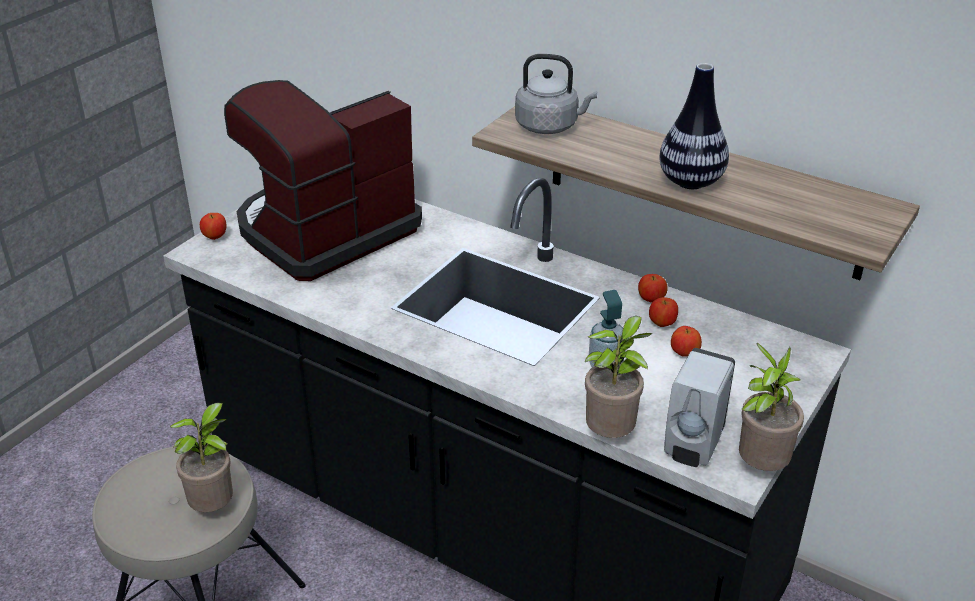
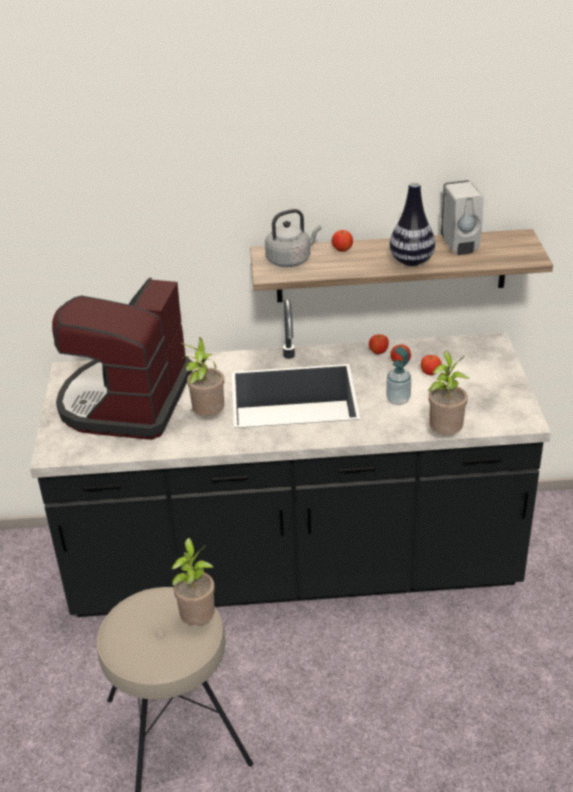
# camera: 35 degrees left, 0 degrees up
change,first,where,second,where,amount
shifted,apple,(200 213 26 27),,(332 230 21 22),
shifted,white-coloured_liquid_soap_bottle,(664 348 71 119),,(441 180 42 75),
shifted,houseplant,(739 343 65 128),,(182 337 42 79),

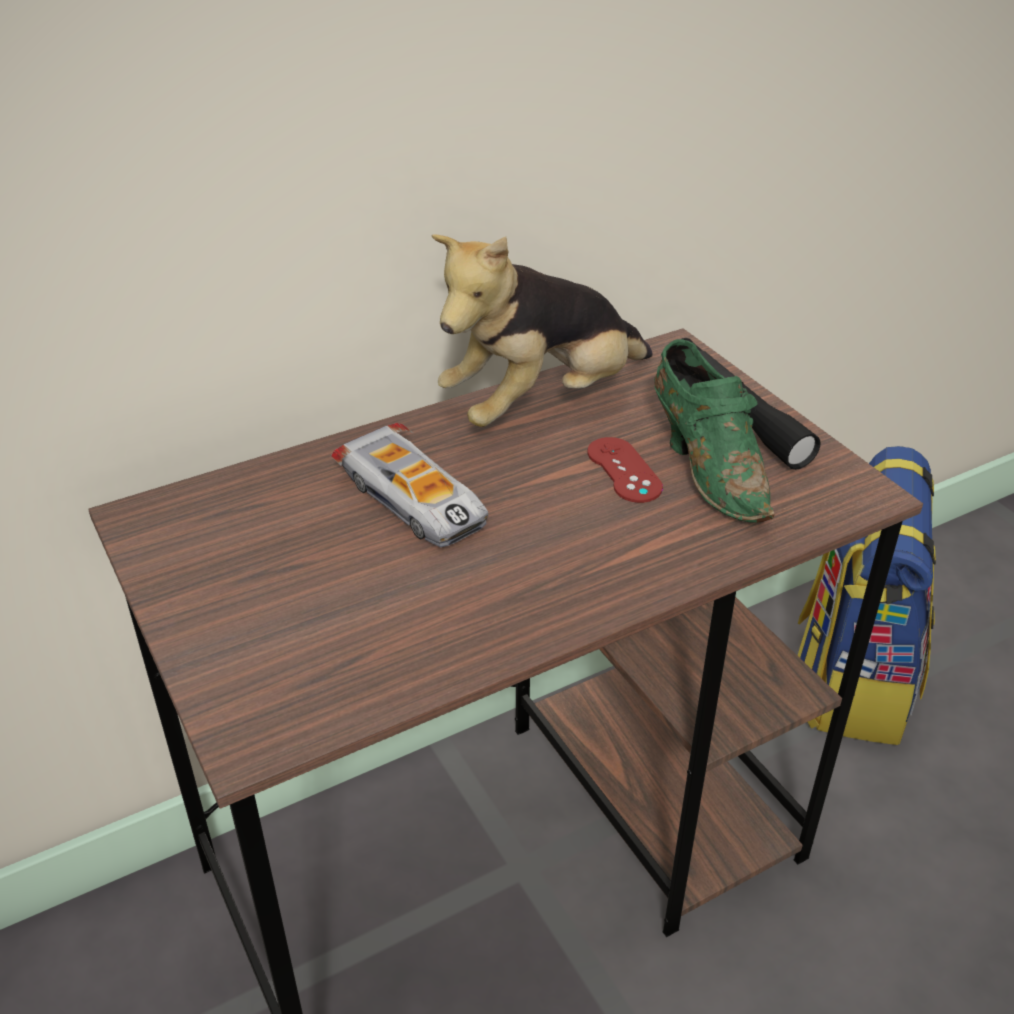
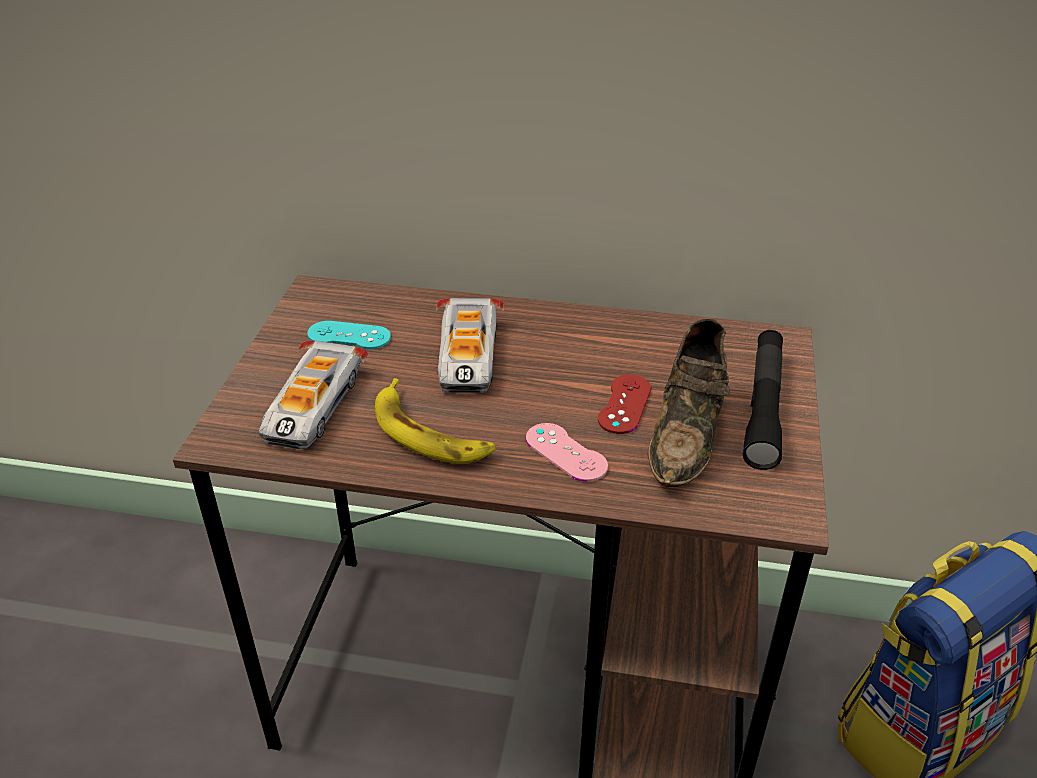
# camera: 40 degrees right, 0 degrees up
change,first,where,second,where,amount
gone,plush_toy,(432 234 220 193),,,
new,,,miniature_car,(259 341 109 108),
new,,,blue-green_game_controller,(307 321 84 28),
new,,,whole_banana,(375 378 121 86),
new,,,pinkish_game_controller,(526 423 82 59),
repainted,green-coloured_shoe,(654 339 121 184),brown_shoe,(647 319 83 168),

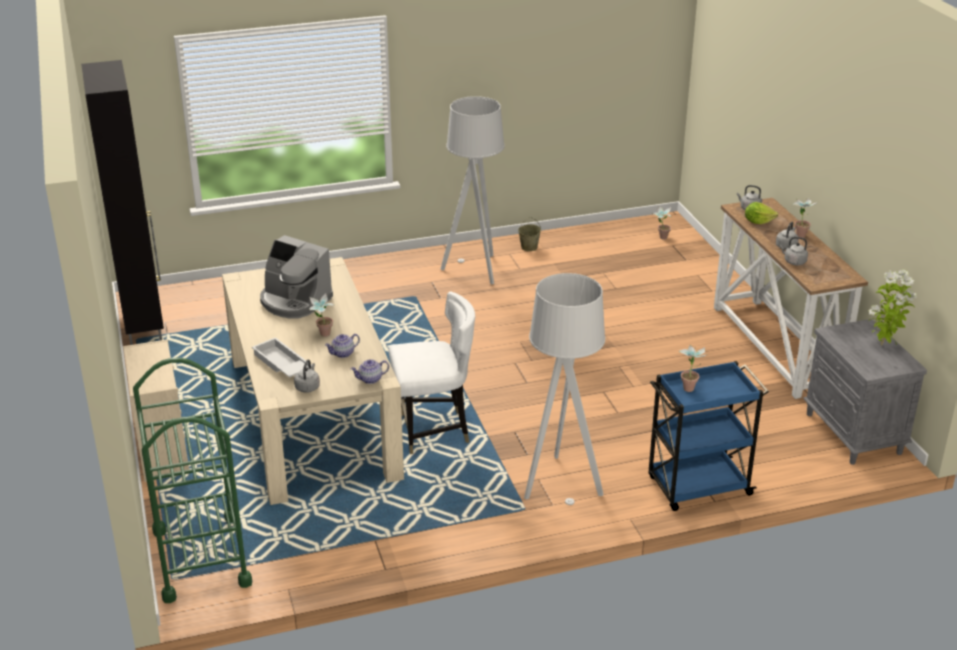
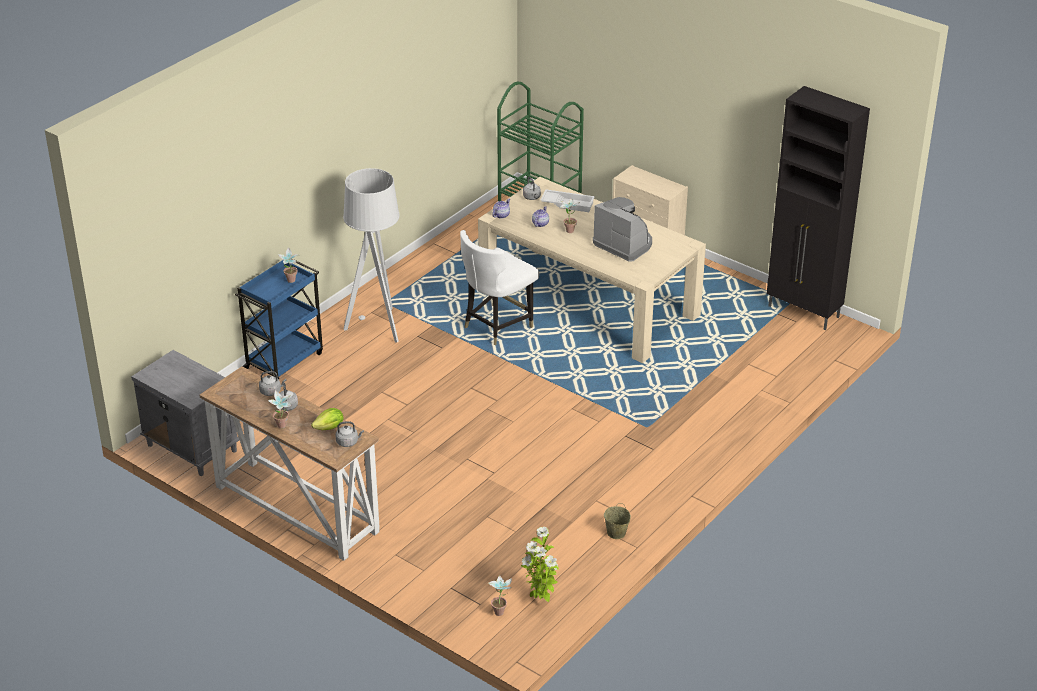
# camera: 145 degrees right, 5 degrees up
change,first,where,second,where,amount
gone,gray_standard_lamp,(441 96 63 189),,,
shifted,houseplant,(868 269 48 77),,(521 527 38 75),
rotated,coffee_maker,(260 235 73 84),,(593 197 59 64),45 degrees clockwise

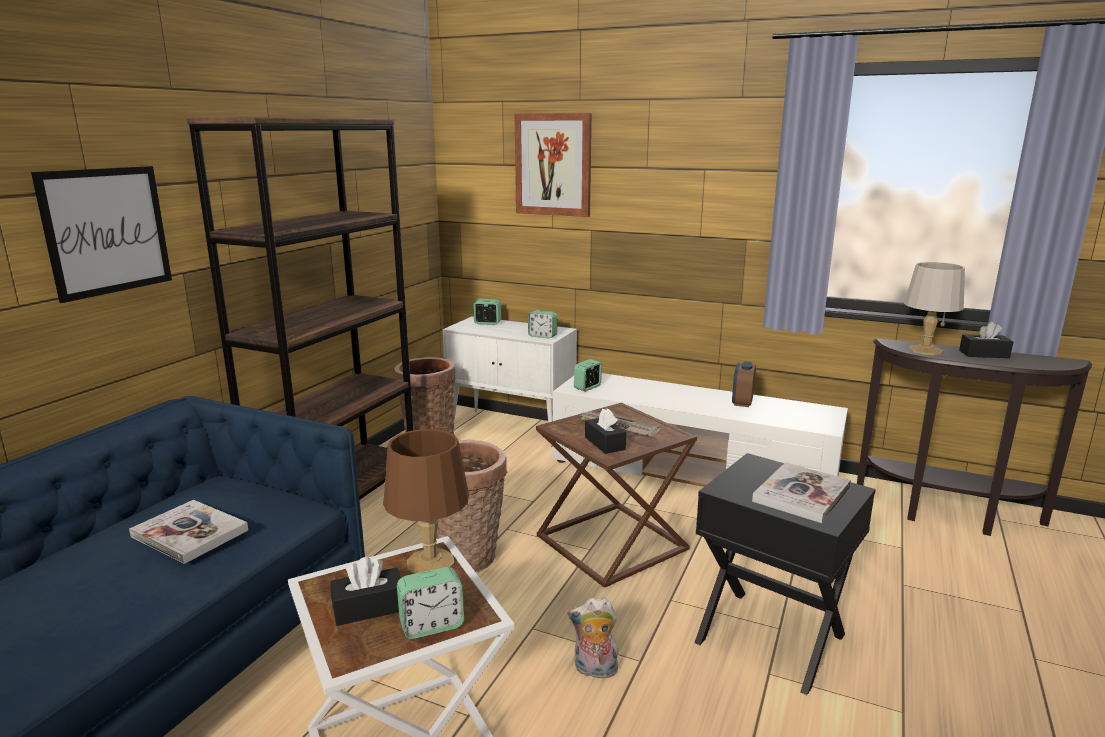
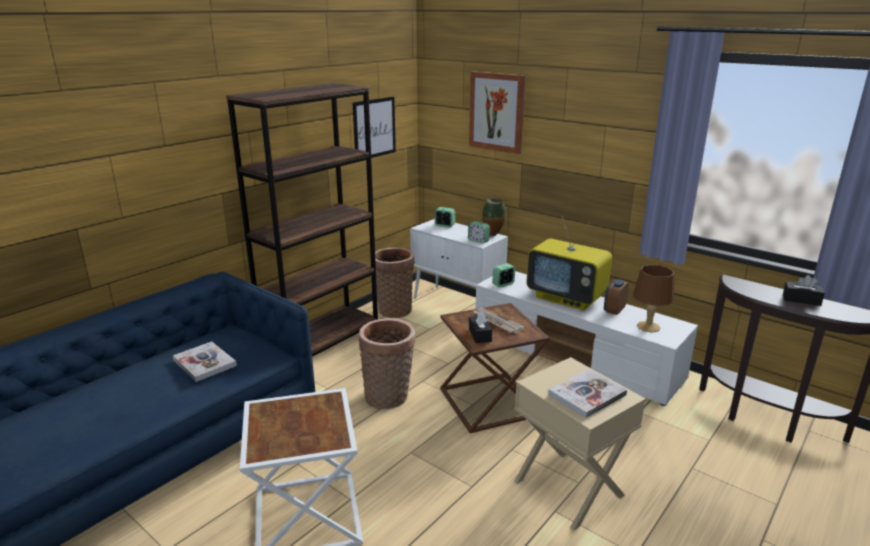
# camera: 15 degrees right, 5 degrees up
change,first,where,second,where,amount
gone,blackish_tissue_holder,(330 557 71 69),,,
gone,table_clock,(397 567 67 72),,,
gone,plush_toy,(568 598 50 81),,,
gone,gray_lamp_for_a_table,(904 262 61 93),,,
new,,,decorative_vase,(482 198 24 38),
new,,,TV,(526 216 86 94),
shifted,picture,(31 166 141 137),,(353 97 43 61),
shifted,brown_lamp_for_a_table,(383 429 86 145),,(633 265 41 67),
repainted,blackish_side_table,(694 453 182 242),beige-coloured_side_table,(514 357 132 174),

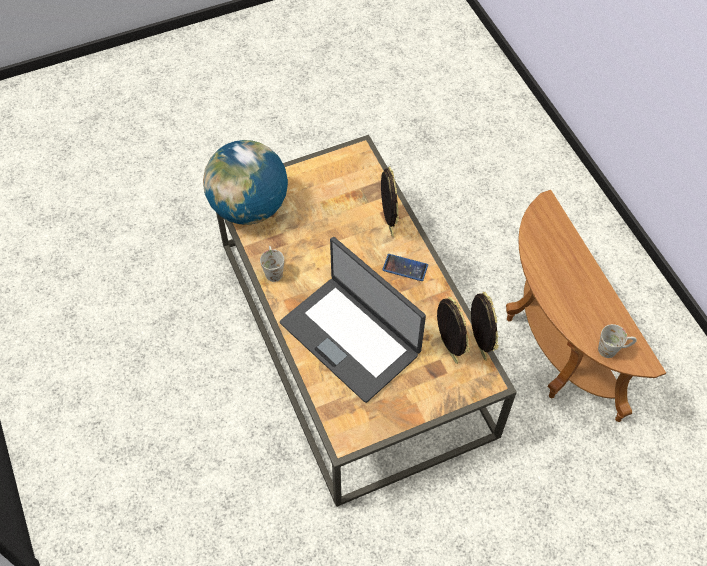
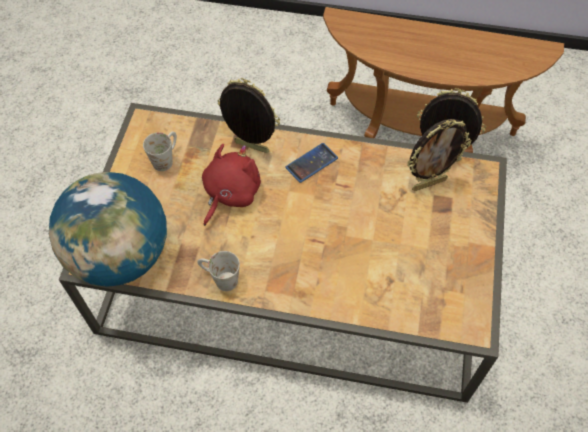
# camera: 55 degrees left, 0 degrees up
change,first,where,second,where,amount
gone,portable_computer,(280 237 146 166),,,
new,,,reddish_plush_toy,(202 144 59 82),
shifted,white-coloured_coffee_mug,(598 324 39 34),,(143 131 34 40),
rotated,photo_frame,(437 297 33 67),,(407 119 65 72),150 degrees clockwise

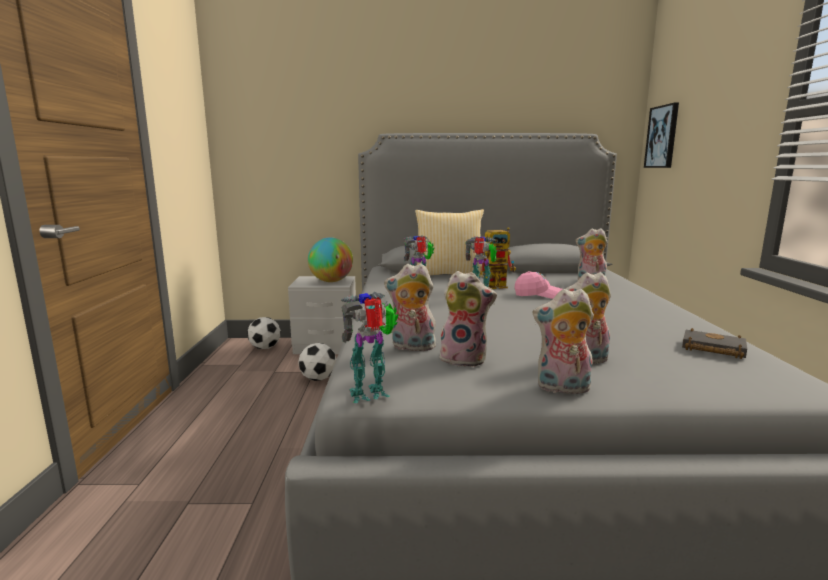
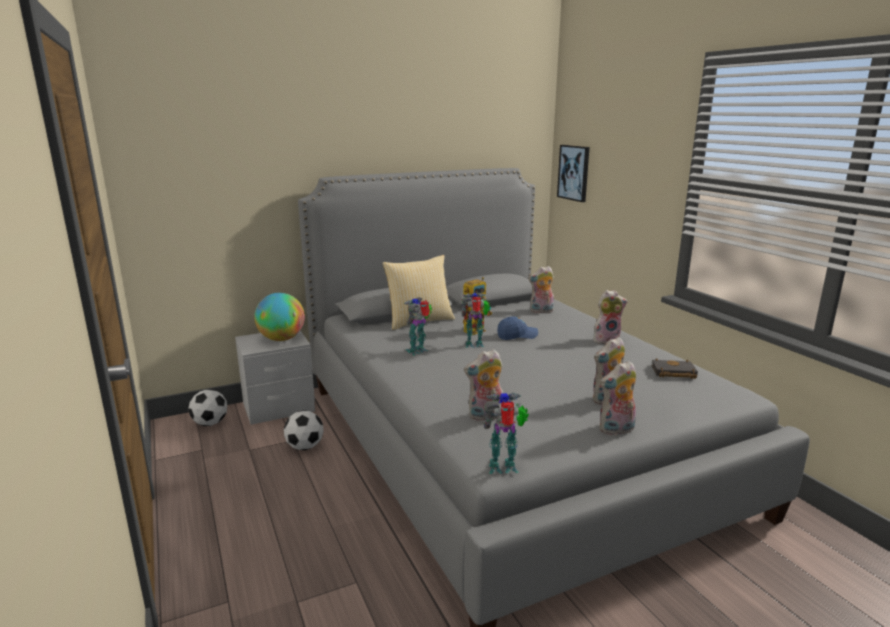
# camera: 25 degrees left, 5 degrees up
change,first,where,second,where,amount
shifted,plush_toy,(439 271 58 96),,(593 290 35 54),
repainted,pinkish_baseball_cap,(515 271 48 28),bluish_baseball_cap,(497 316 41 24),
rotated,robot_figure,(340 292 58 111),,(484 393 45 81),45 degrees clockwise

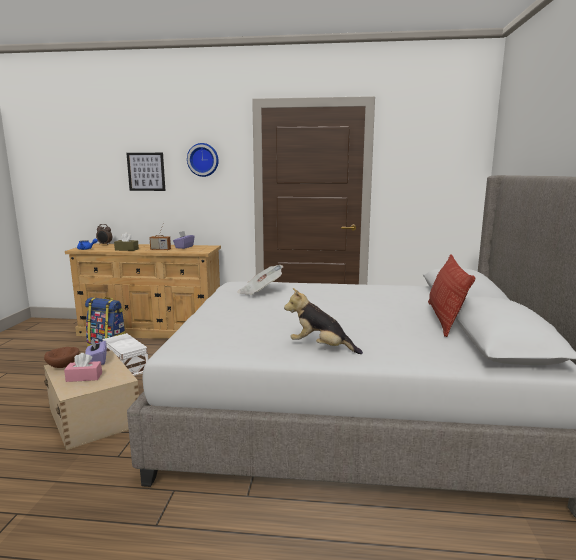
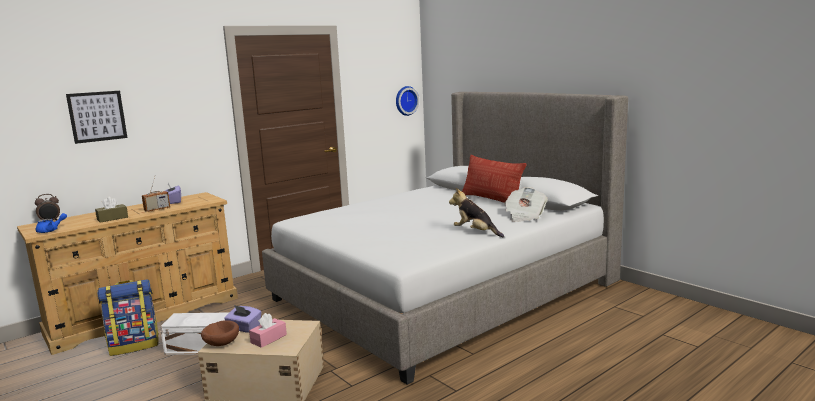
# camera: 45 degrees left, 0 degrees up
change,first,where,second,where,amount
shifted,wall_clock,(187 143 32 34),,(396 86 23 30),
shifted,printed_paper,(237 265 46 30),,(504 187 44 35),
rotated,plush_toy,(284 288 79 66),,(449 188 55 49),60 degrees clockwise

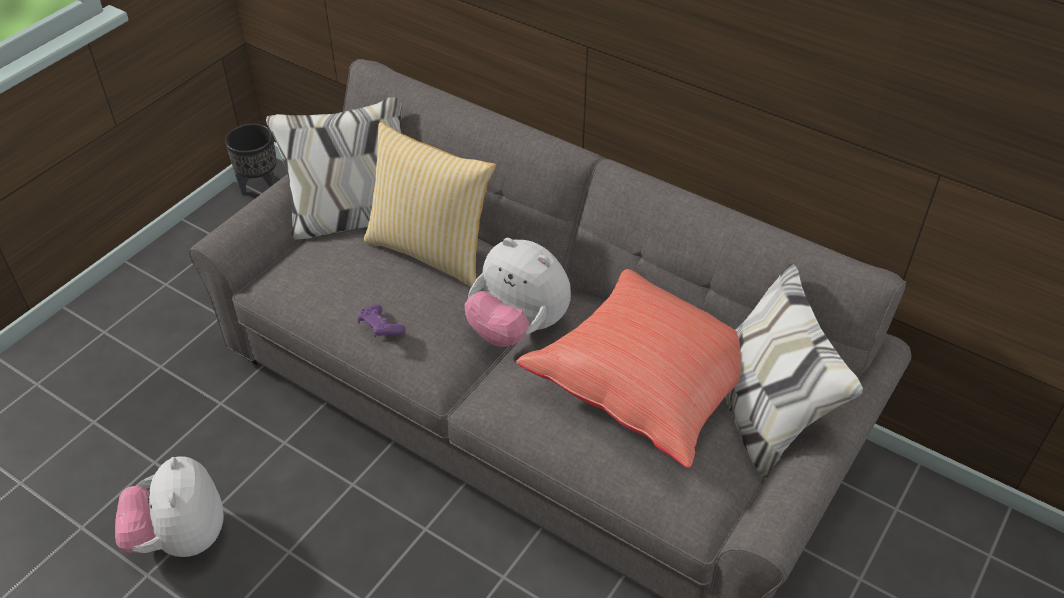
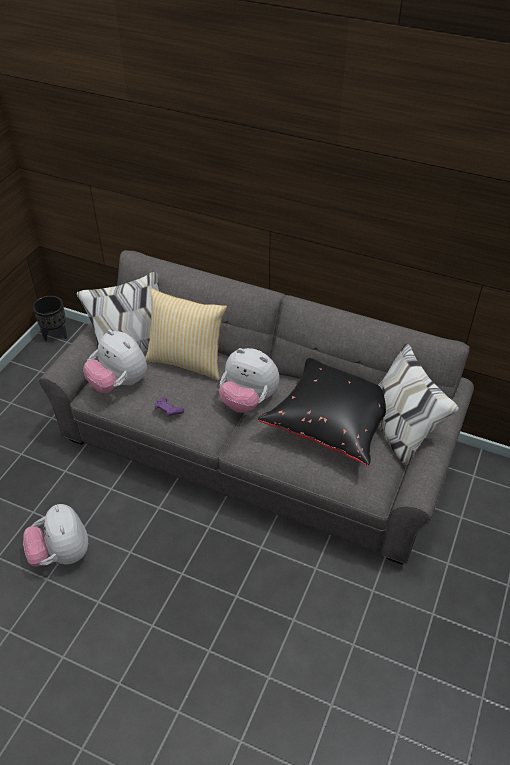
# camera: 10 degrees left, 0 degrees up
change,first,where,second,where,amount
new,,,plush_toy,(83 330 64 63),
repainted,reddish_cushion,(516 269 225 199),blackish_cushion,(258 358 128 108),

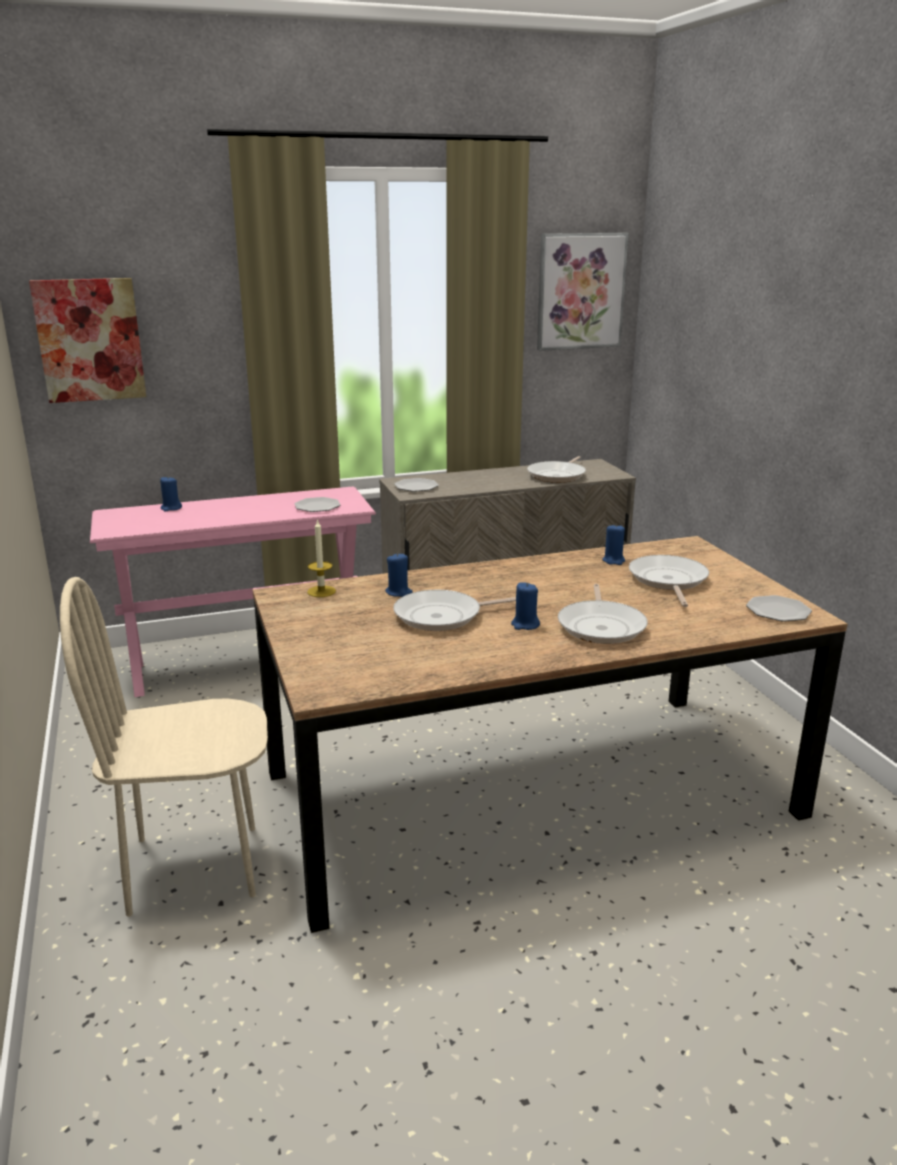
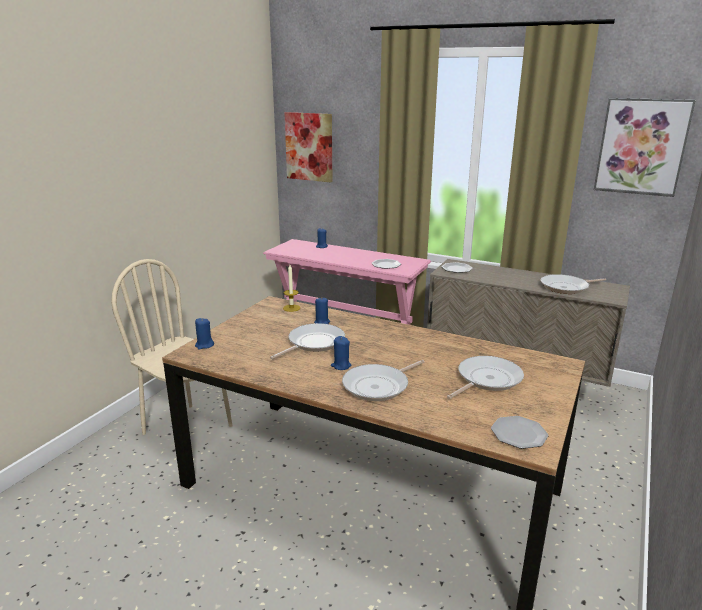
# camera: 45 degrees right, 0 degrees up
change,first,where,second,where,amount
shifted,bluish_wax_candle,(602 524 23 41),,(195 318 19 32),
rotated,pan,(393 590 123 41),,(270 323 75 36),105 degrees clockwise

